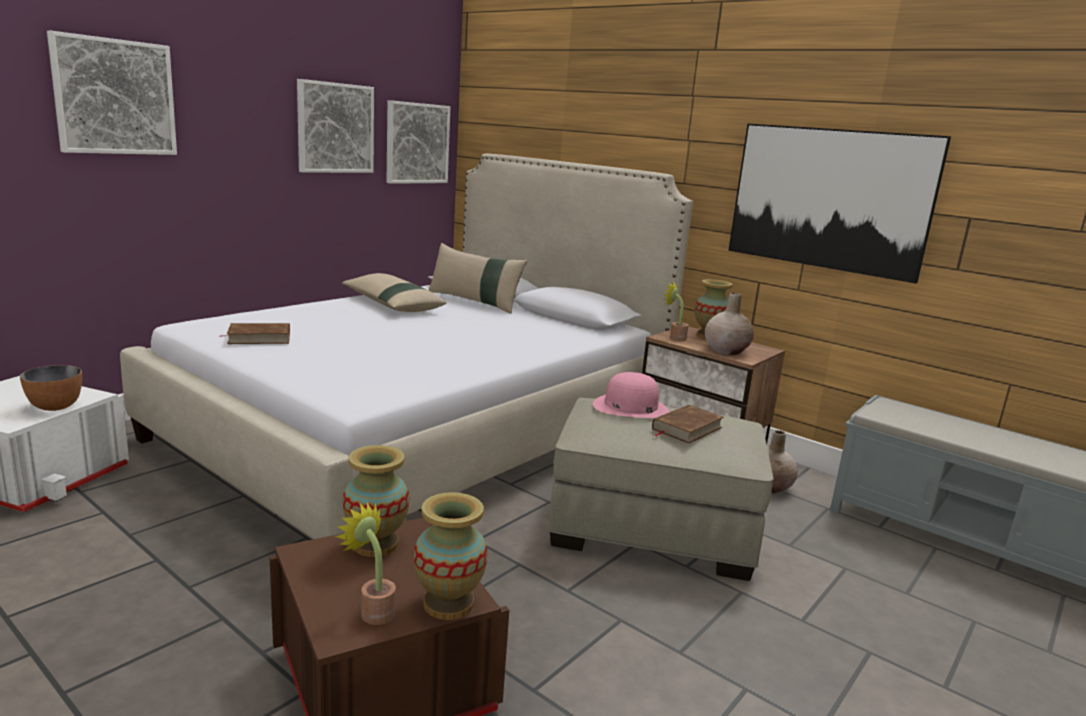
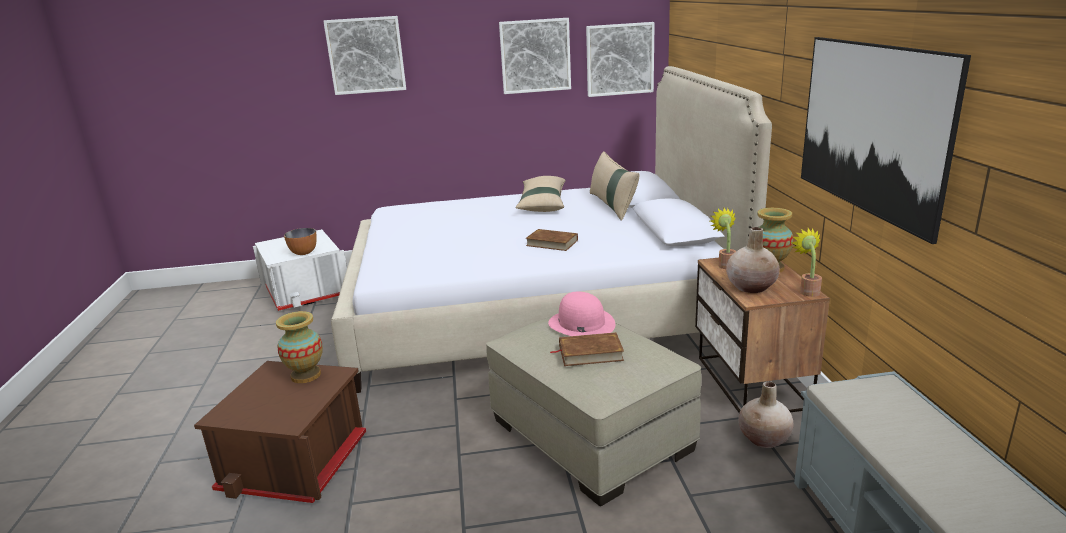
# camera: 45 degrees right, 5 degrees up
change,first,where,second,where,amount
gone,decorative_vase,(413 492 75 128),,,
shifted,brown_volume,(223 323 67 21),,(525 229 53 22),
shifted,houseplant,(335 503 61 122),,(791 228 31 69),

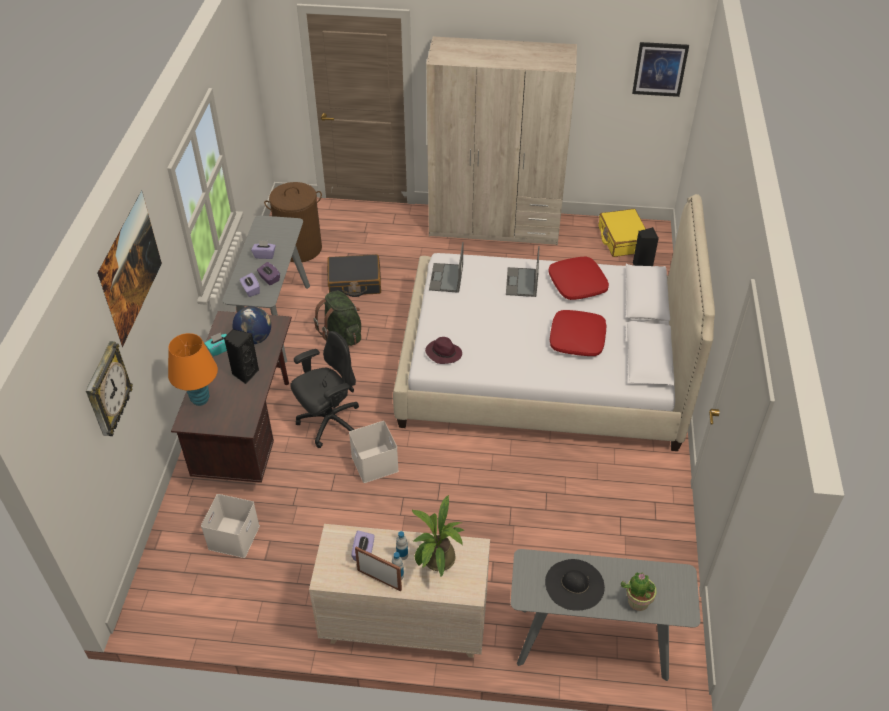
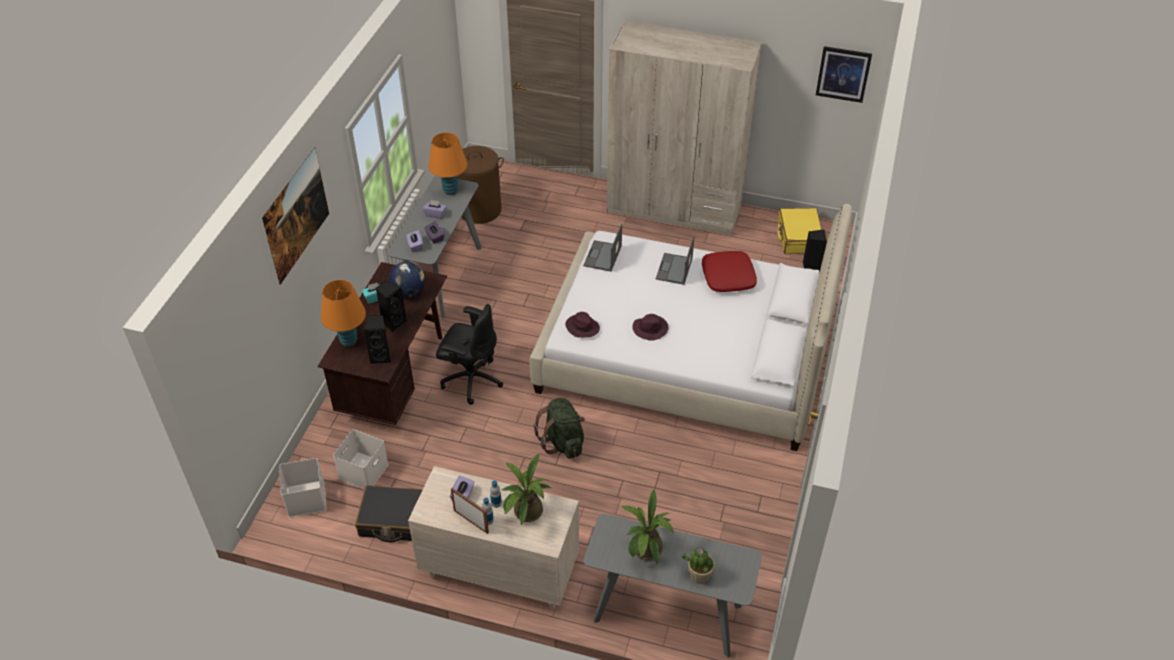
# camera: 10 degrees right, 0 degrees up
change,first,where,second,where,amount
gone,wall_clock,(86 341 47 95),,,
gone,reddish_cushion,(550 310 56 46),,,
new,,,blackish_speaker,(364 315 27 50),
new,,,orange-coloured_lamp_for_a_table,(428 132 39 63),
new,,,purplish_hat,(632 314 36 27),
shifted,green-coloured_backpack,(314 291 47 55),,(534 398 51 61),
shifted,blackish_travel_case,(327 254 54 43),,(355 485 68 58),
shifted,white-coloured_storage_container,(349 421 50 62),,(279 458 47 59),
swapped,blackish_hat,(545 559 60 52),houseplant,(622 489 52 76),
rotated,blackish_office_chair,(290 331 69 117),,(436 304 67 101),45 degrees clockwise

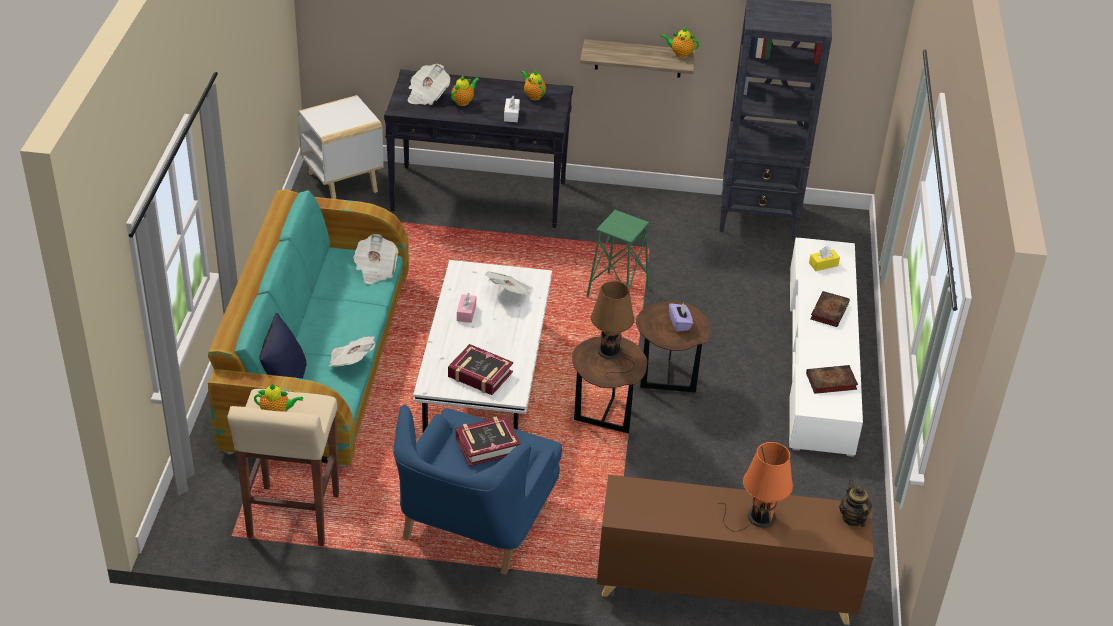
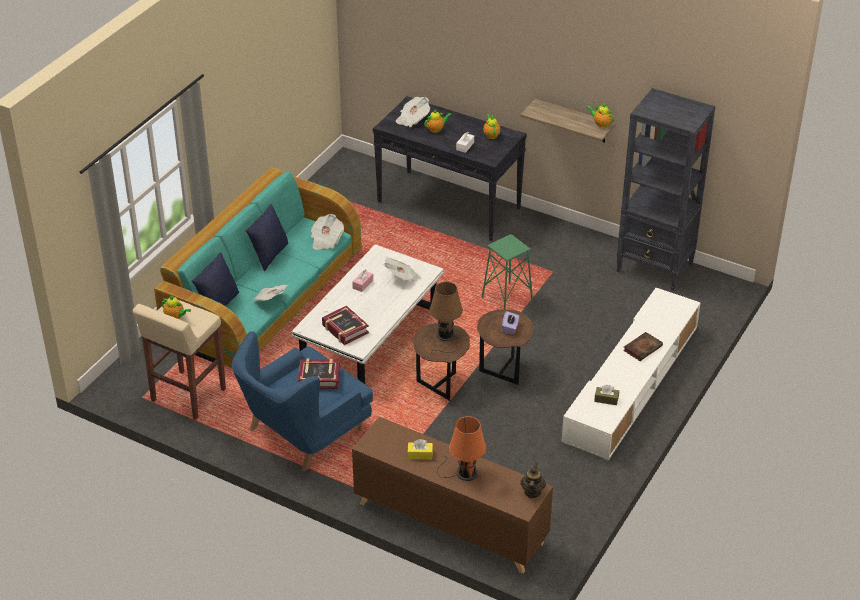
# camera: 25 degrees right, 0 degrees up
change,first,where,second,where,amount
gone,white-coloured_side_table,(298 95 86 104),,,
new,,,bluish_cushion,(246 204 42 67),
shifted,yellow_tissue_holder,(809 246 31 25),,(407 439 26 21),
swapped,volume,(806 365 52 29),brown_tissue_holder,(594 385 25 20),

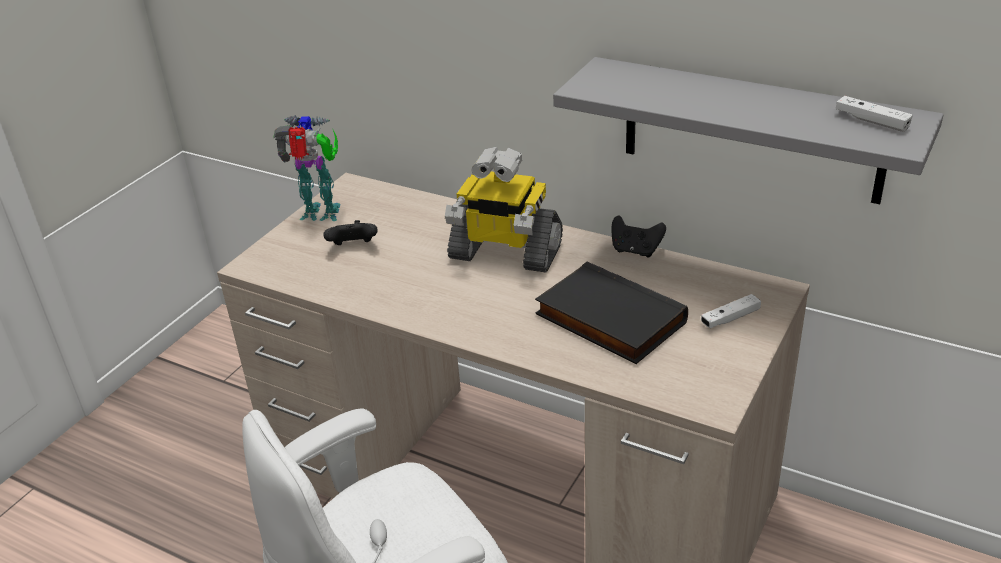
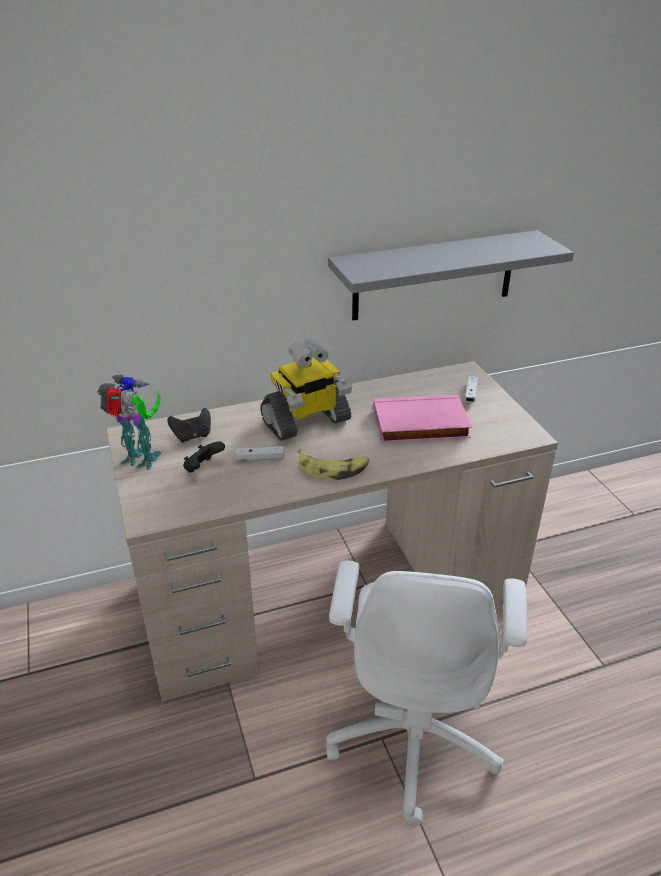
# camera: 50 degrees left, 0 degrees up
change,first,where,second,where,amount
new,,,whole_banana,(298 449 71 31),
shifted,blackish_game_controller,(611 215 55 43),,(167 408 44 35),
shifted,white-coloured_game_controller,(836 96 77 36),,(236 446 48 14),
repainted,blackish_volume,(535 262 153 102),pinkish_volume,(373 395 99 48),
rotated,robot_figure,(273 115 68 106),,(97 375 64 95),60 degrees clockwise

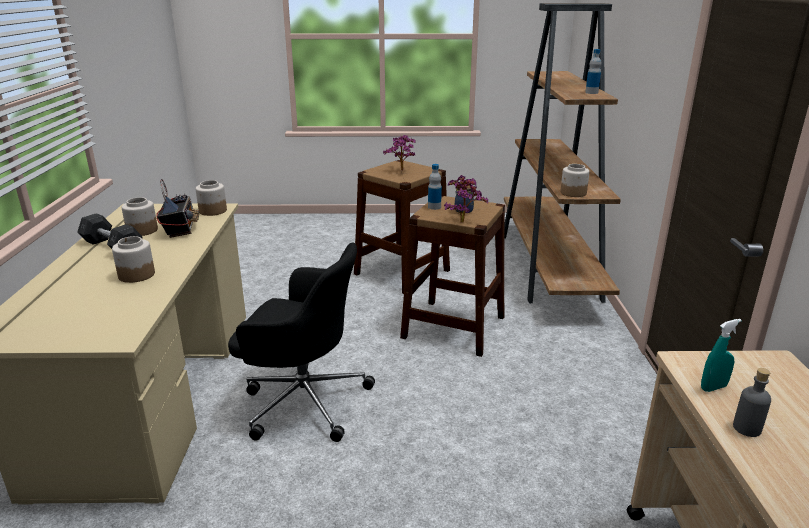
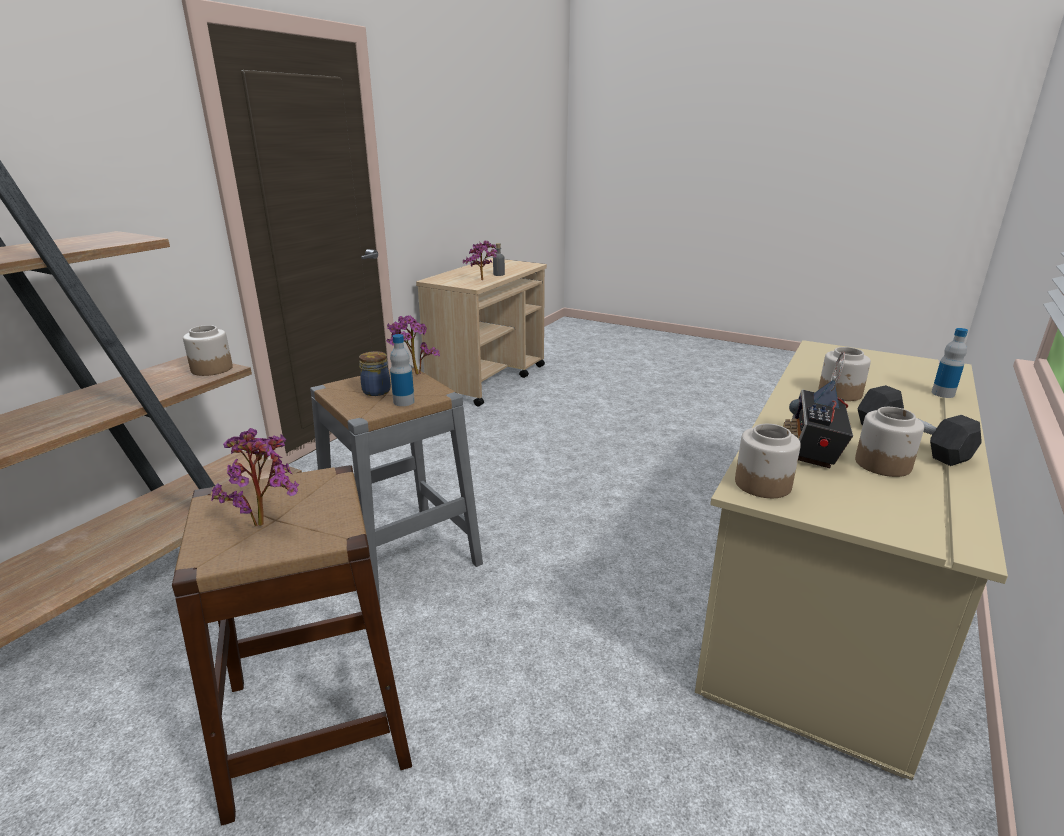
# camera: 150 degrees left, 0 degrees up
change,first,where,second,where,amount
gone,blackish_office_chair,(228 243 147 199),,,
shifted,bottle,(585 49 16 45),,(932 328 36 70),
swapped,blue-green_sprayer,(701 319 41 73),houseplant,(463 241 34 39),
repainted,brown_stool,(400 196 105 161),gray_stool,(310 365 173 245),

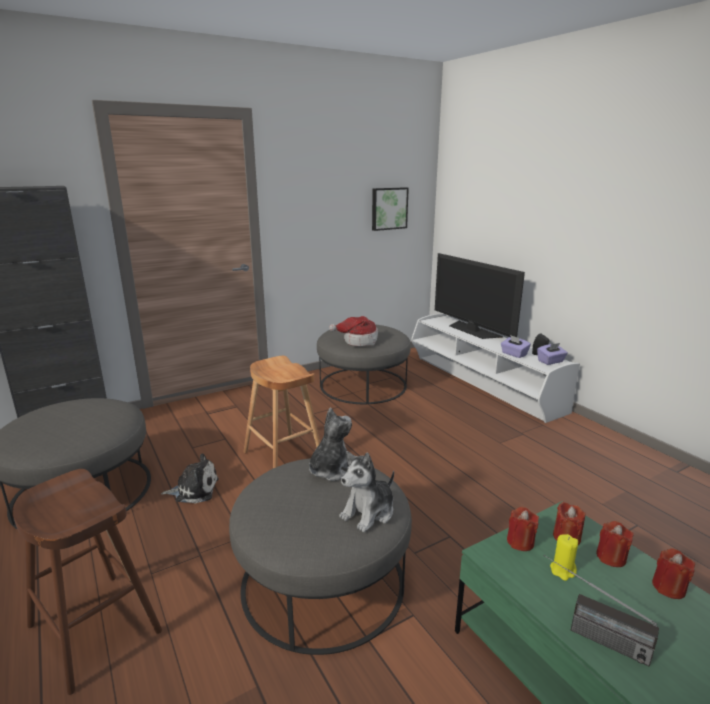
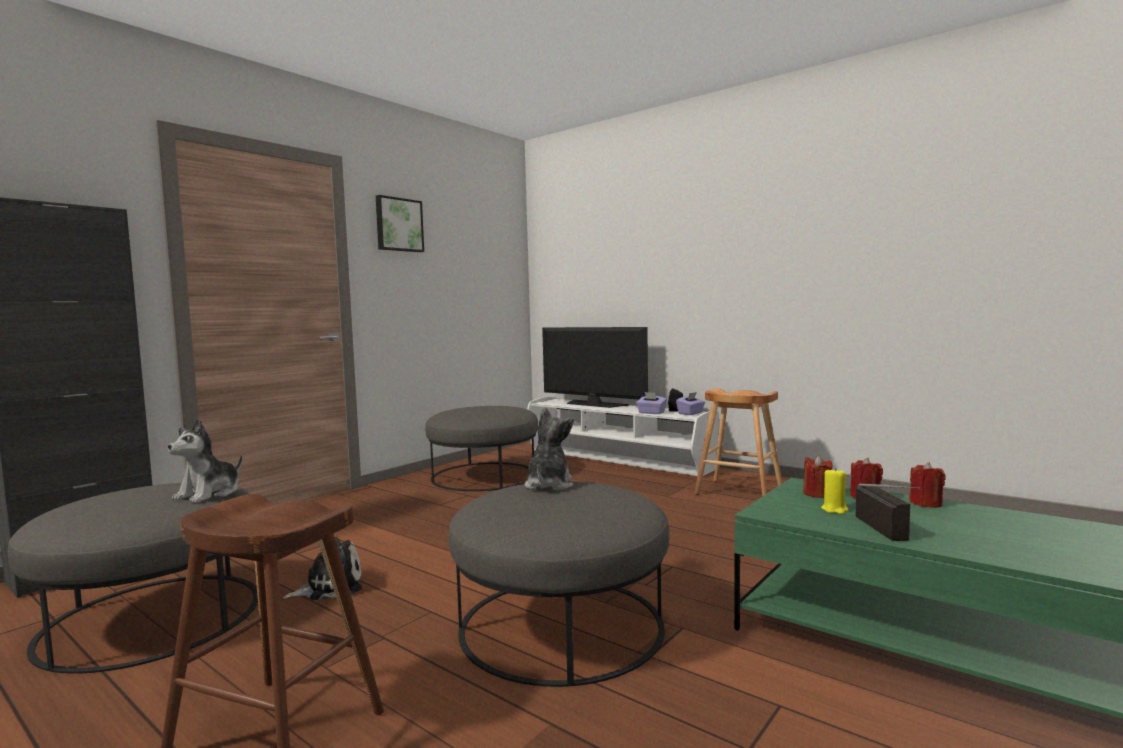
# camera: 20 degrees left, 15 degrees down
change,first,where,second,where,amount
gone,hat,(329 316 49 30),,,
gone,reddish_wax_candle,(507 507 32 44),,,
shifted,brown_stool,(243 356 77 112),,(694 388 88 108),
shifted,plush_toy,(339 451 55 81),,(168 419 74 84),
shifted,picture,(372 187 37 44),,(376 195 48 57),
rotated,radio,(544 555 115 111),,(856 483 64 58),105 degrees counterclockwise

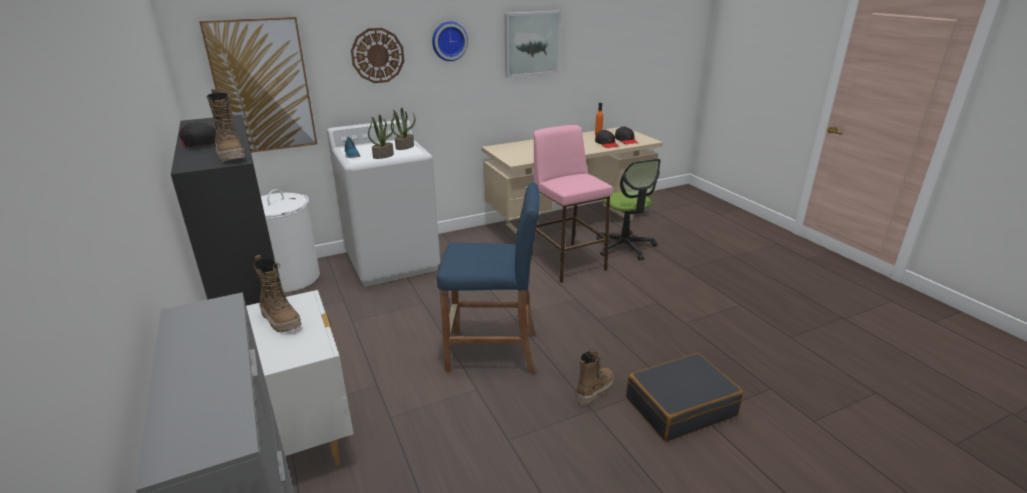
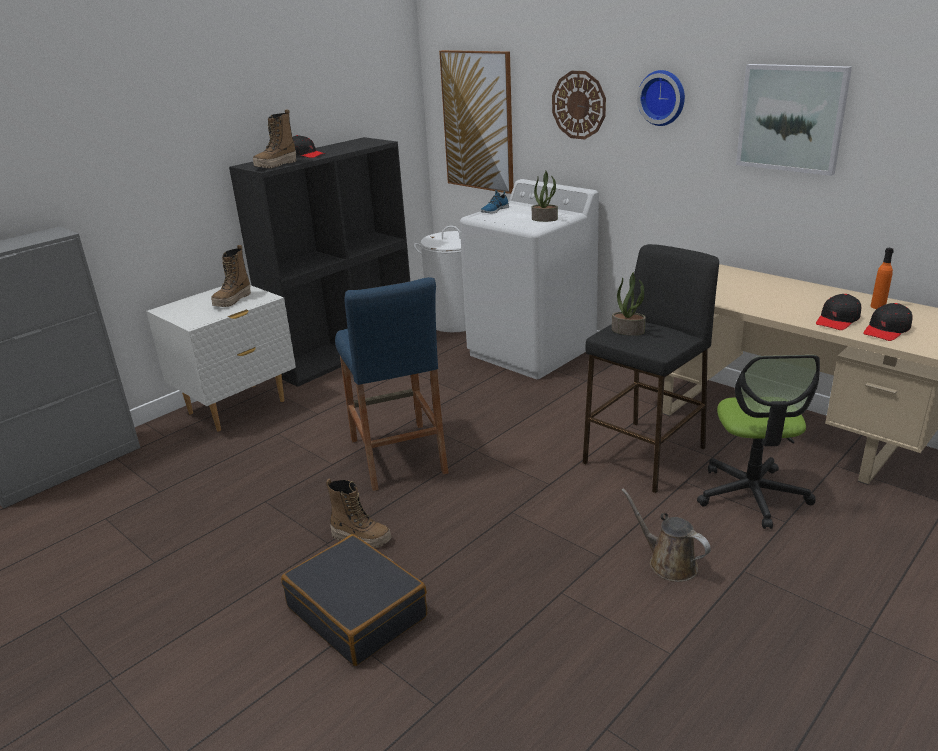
# camera: 70 degrees right, 0 degrees up
change,first,where,second,where,amount
new,,,brown_watering_pot,(621 488 90 94),
shifted,houseplant,(368 115 26 44),,(612 272 34 64),
repainted,pinkish_stool,(532 125 81 158),blackish_stool,(583 244 136 249),
rotated,office_chair,(596 159 65 102),,(697 355 123 174),45 degrees counterclockwise

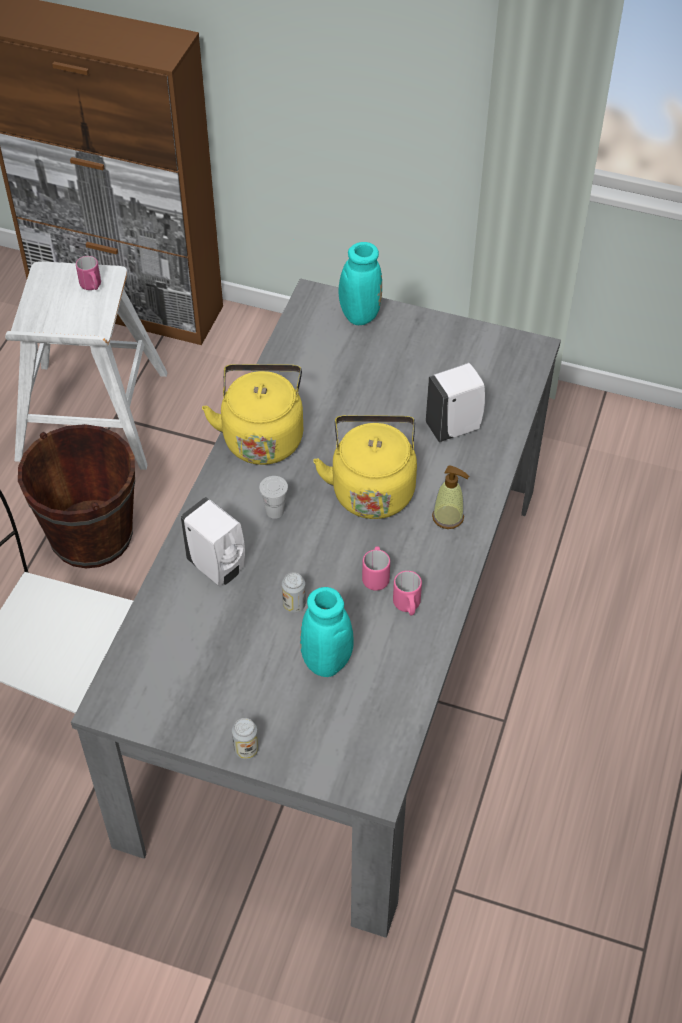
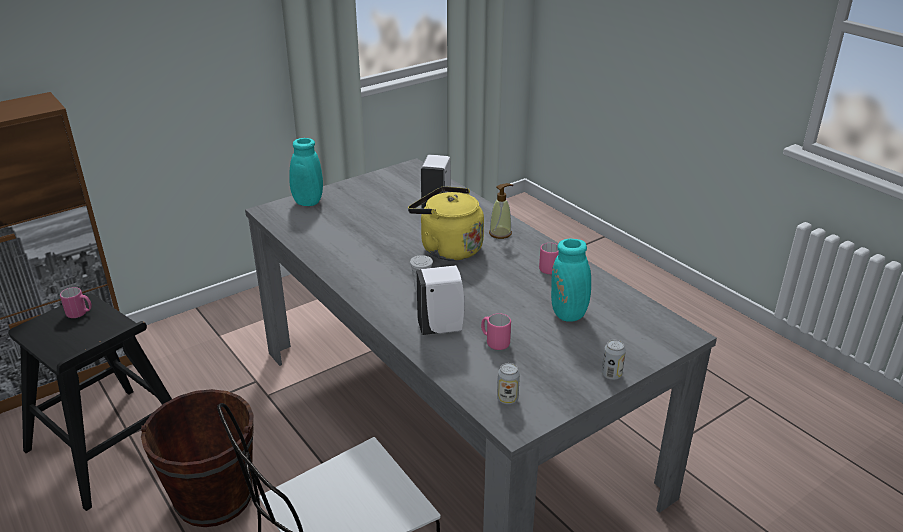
# camera: 55 degrees left, 20 degrees down
change,first,where,second,where,amount
gone,yellow_kettle,(202 364 101 101),,,
shifted,sealed_can,(282 572 24 41),,(497 363 23 41),
shifted,pinkish_coffee_mug,(362 546 28 45),,(481 313 30 37),
repainted,white-coloured_stool,(5 261 163 209),blackish_stool,(8 294 164 217),

